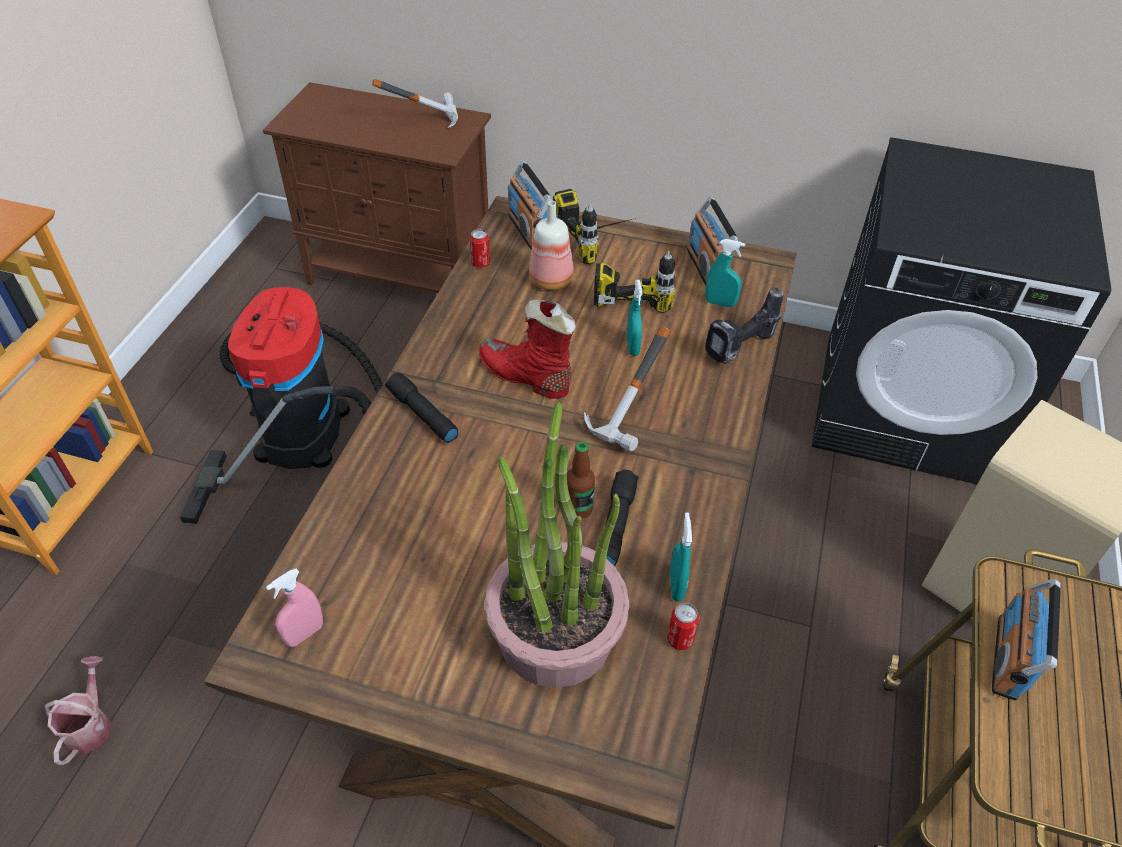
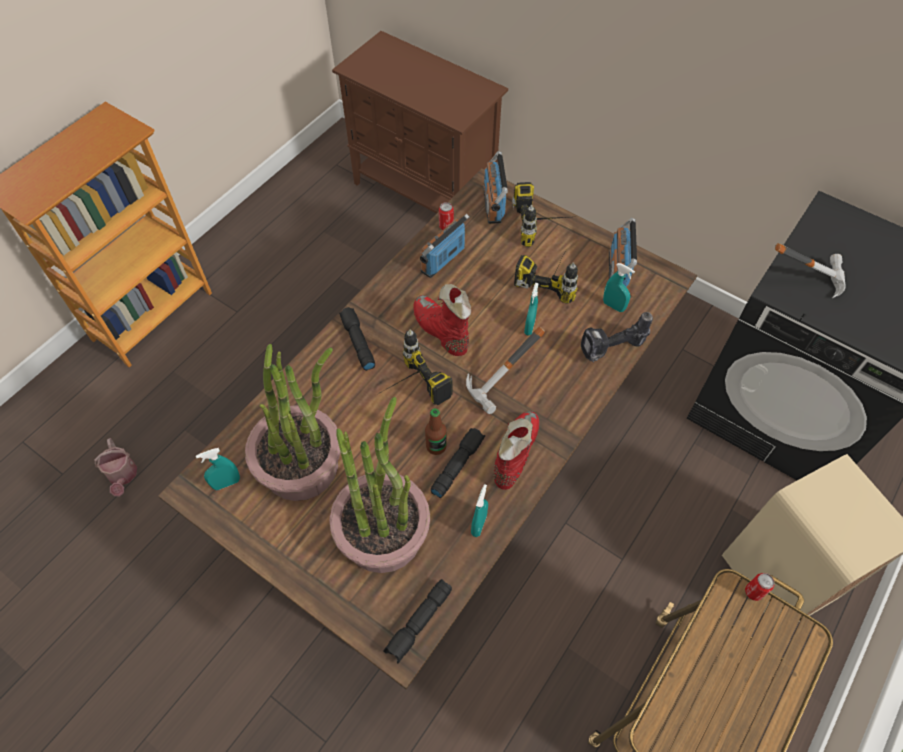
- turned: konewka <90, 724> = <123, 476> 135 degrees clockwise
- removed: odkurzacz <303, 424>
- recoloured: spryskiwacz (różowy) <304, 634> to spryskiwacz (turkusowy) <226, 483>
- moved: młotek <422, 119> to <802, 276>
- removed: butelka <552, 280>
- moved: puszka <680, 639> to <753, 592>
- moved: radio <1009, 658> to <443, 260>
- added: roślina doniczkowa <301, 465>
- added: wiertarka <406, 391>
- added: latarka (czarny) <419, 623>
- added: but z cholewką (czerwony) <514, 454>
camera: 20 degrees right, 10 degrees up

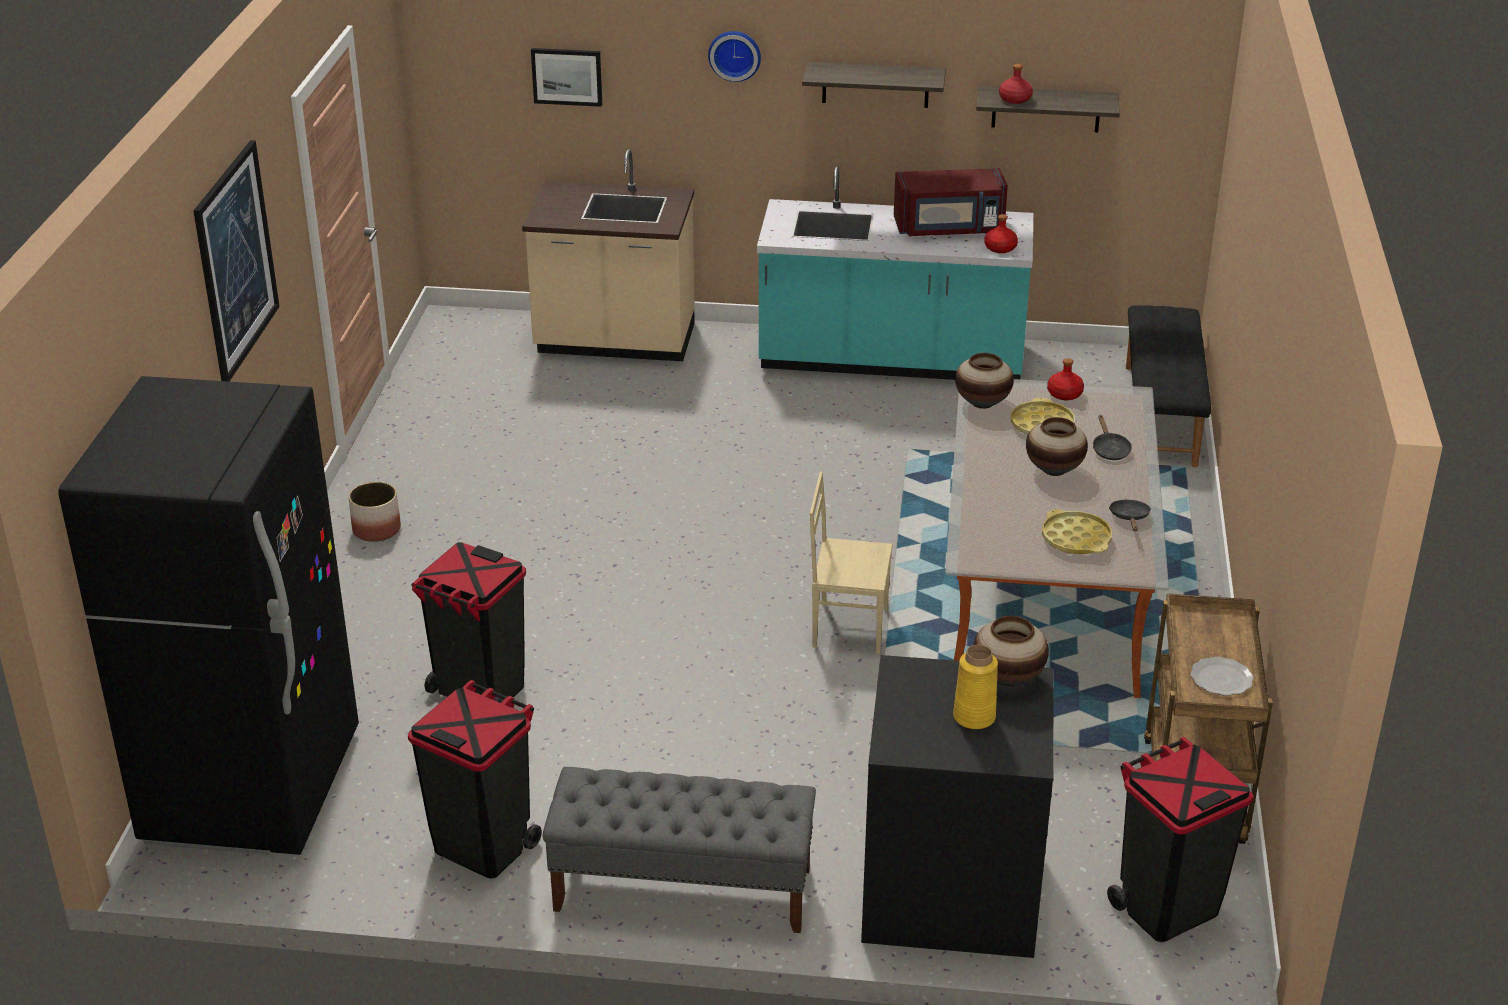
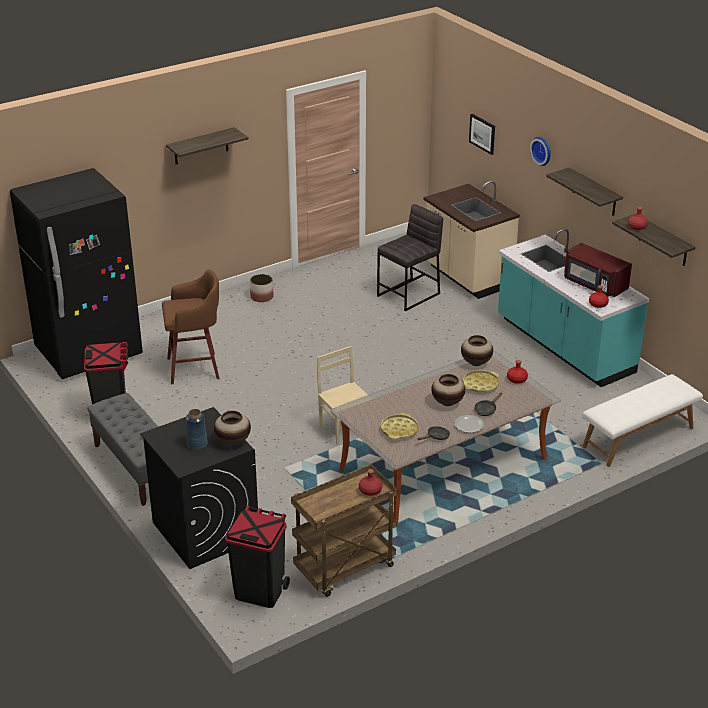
- replaced: obraz <236, 261> to półka <201, 146>
- replaced: kosz na śmieci (czarny) <479, 691> to stołek (brązowy) <195, 368>
- recoloured: wazon (żółty) <974, 717> to wazon (niebieski) <197, 444>
- recoloured: ławka (czarny) <1161, 415> to ławka (biały) <638, 437>
- moved: talerz <1220, 679> to <468, 425>
- added: butelka (czerwony) <370, 490>
- added: stołek (szary) <409, 295>
camera: 50 degrees right, 0 degrees up

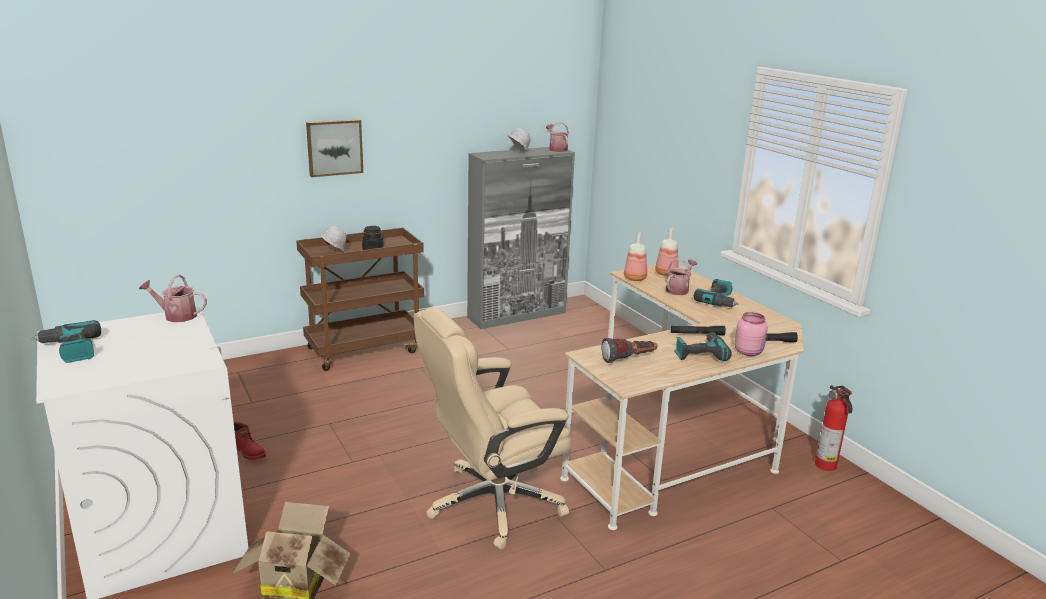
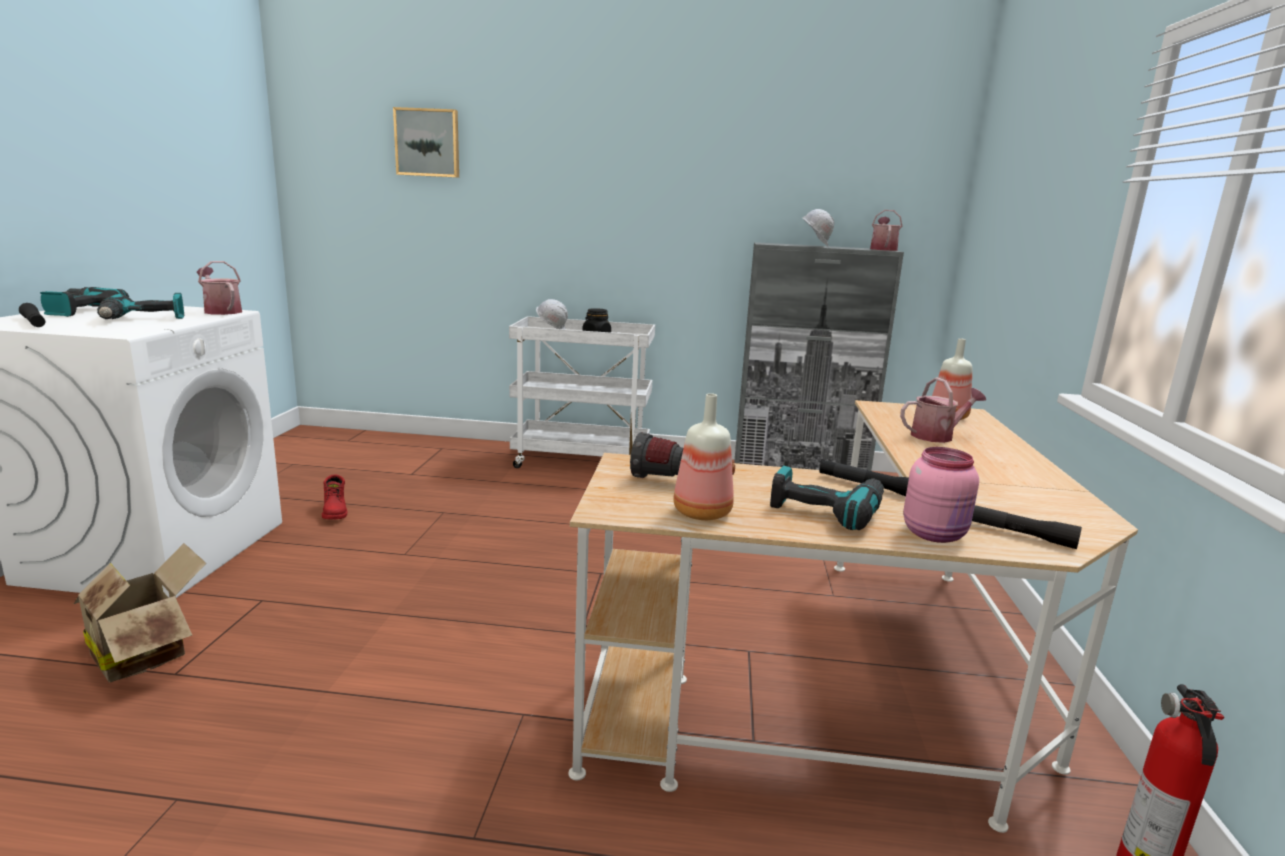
- recoloured: wózek (brązowy) <365, 349> to wózek (biały) <582, 461>
- moved: obraz <334, 147> to <428, 143>
- removed: krzesło biurowe (beżowy) <492, 503>
- moved: butelka <635, 278> to <703, 513>
- moved: wiertarka <719, 301> to <143, 319>
- added: latarka (czarny) <34, 323>
camera: 35 degrees right, 5 degrees down

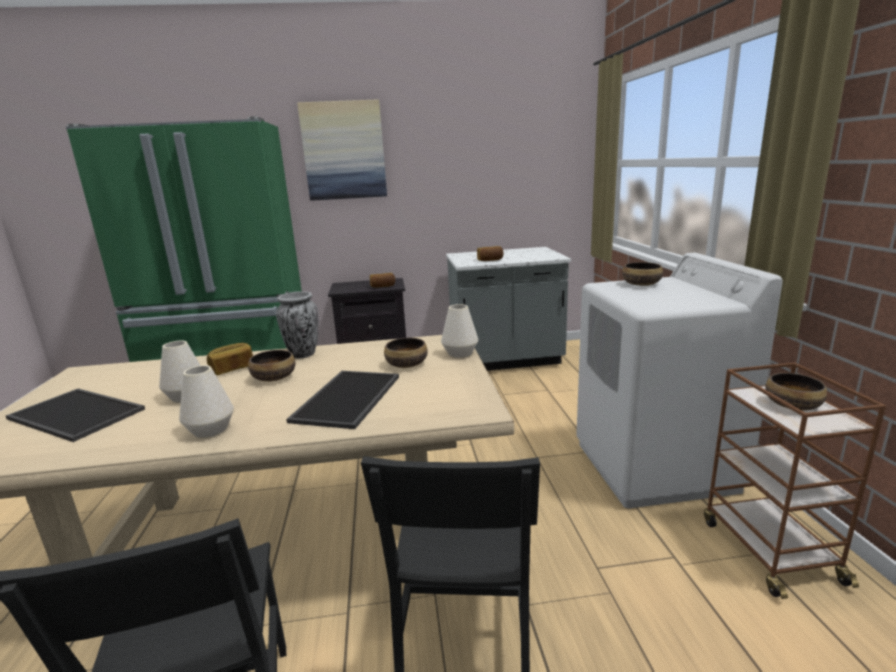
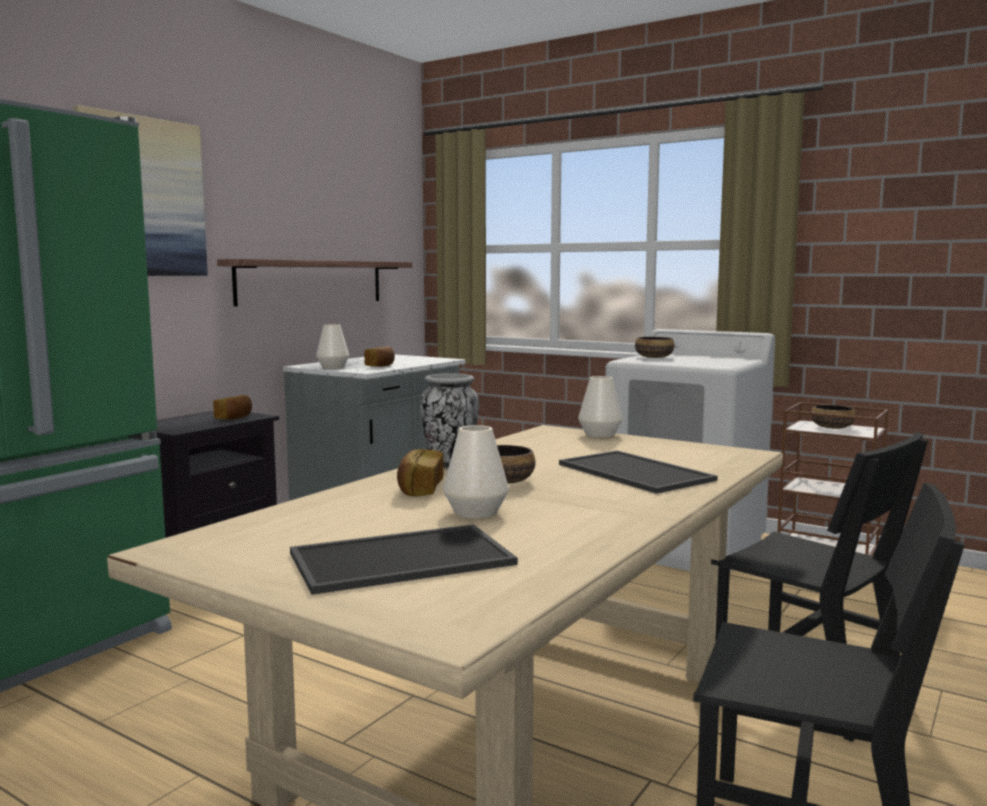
- moved: wazon (biały) <211, 430> to <333, 367>
- removed: miska <407, 364>
- added: półka <312, 282>
camera: 50 degrees left, 10 degrees down

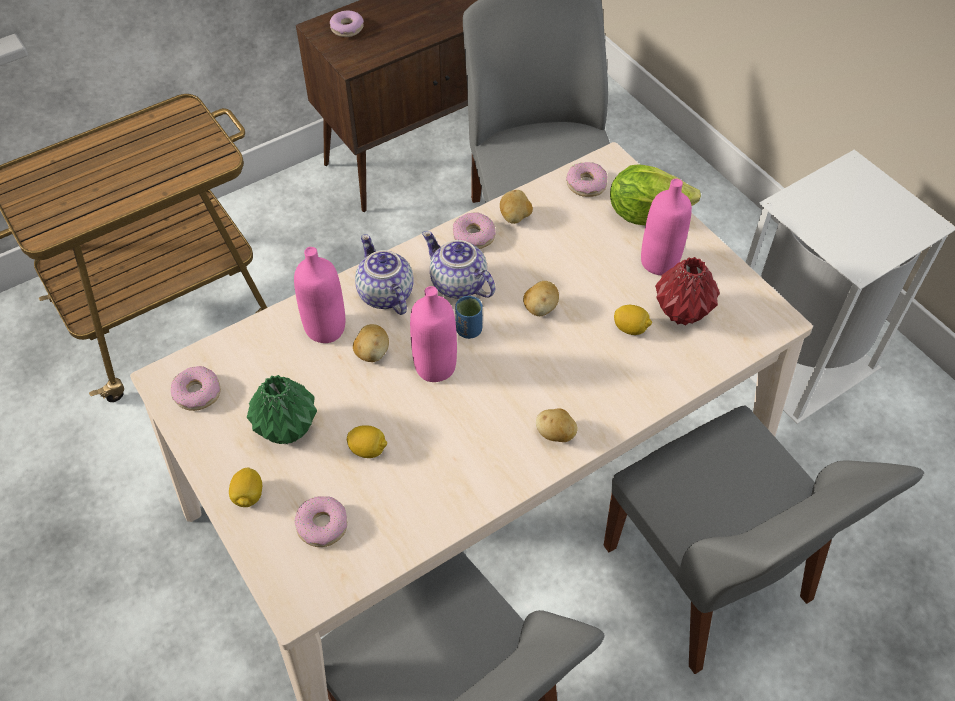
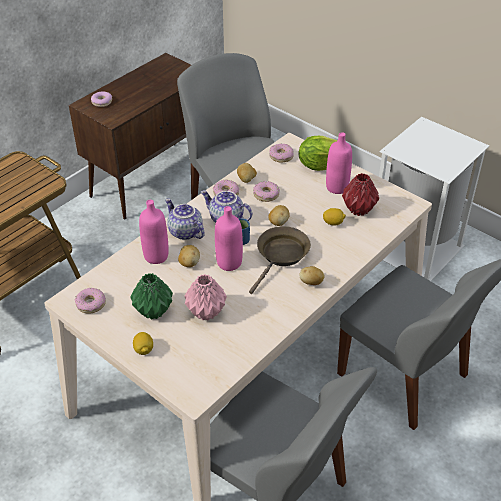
- moved: donut <322, 525> to <266, 195>
- replaced: cytryna <368, 449> to wazon (różowy) <206, 312>
- added: patelnia (brązowy) <281, 256>
camera: 15 degrees left, 10 degrees down

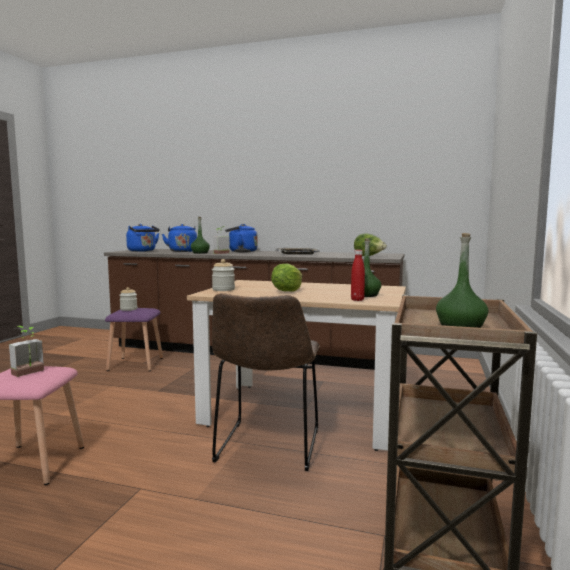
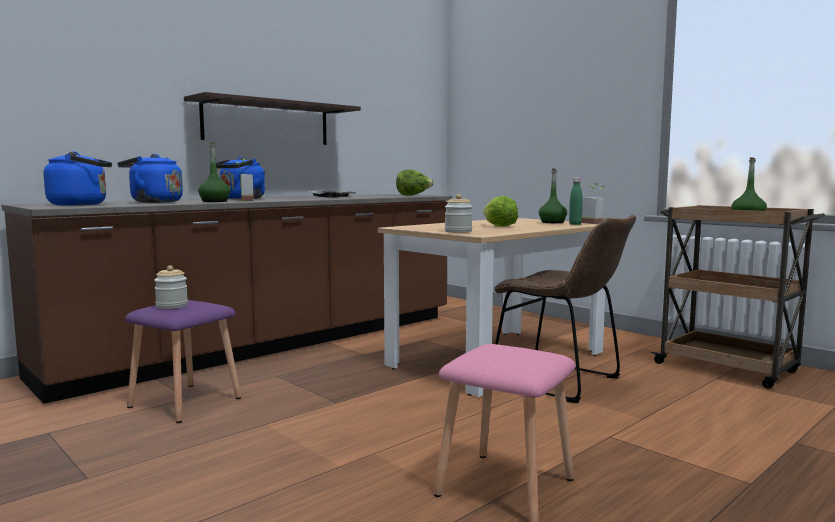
- moved: roślina doniczkowa <30, 373> to <595, 223>
- recoloured: butelka (czerwony) <357, 300> to butelka (zielony) <575, 224>
- added: półka <267, 123>
camera: 60 degrees left, 0 degrees up

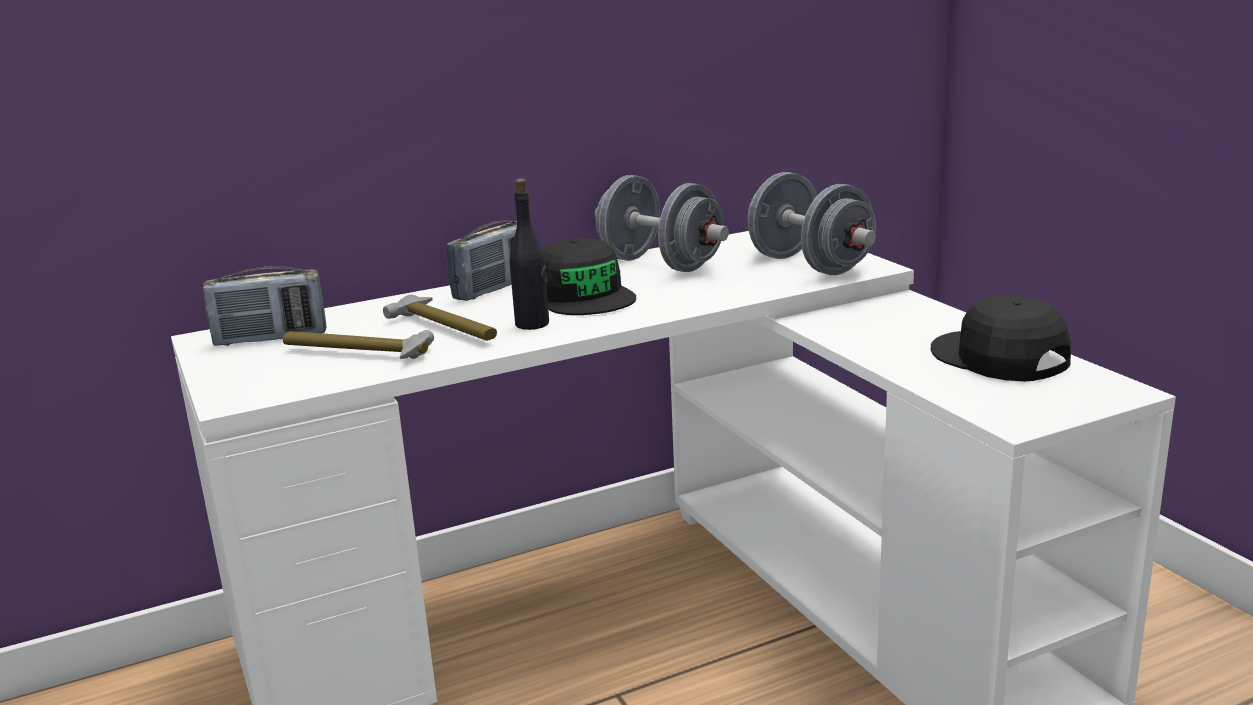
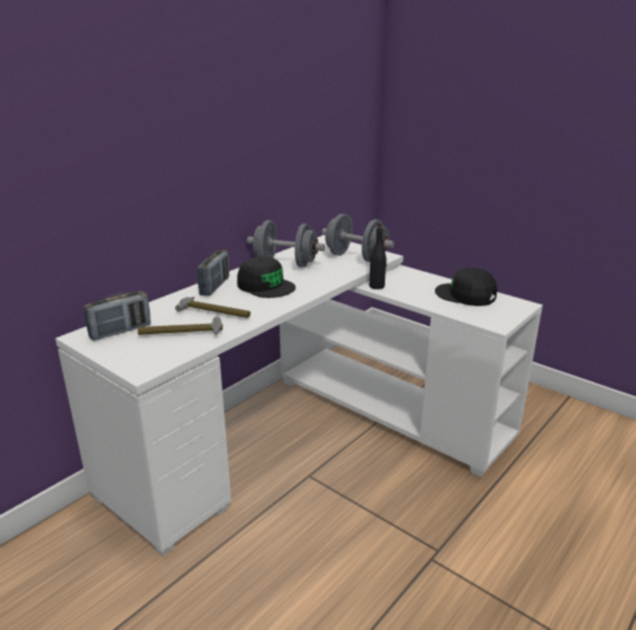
- moved: butelka (czarny) <532, 324> to <377, 286>
camera: 25 degrees left, 5 degrees up

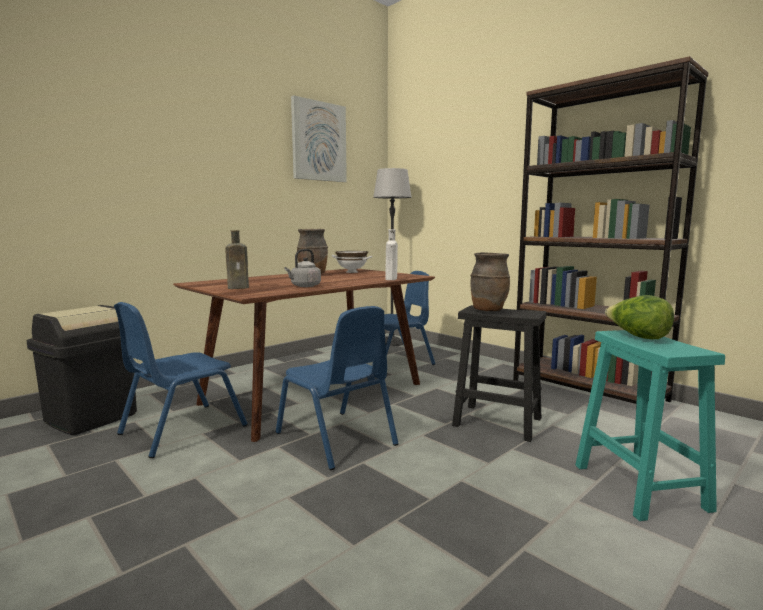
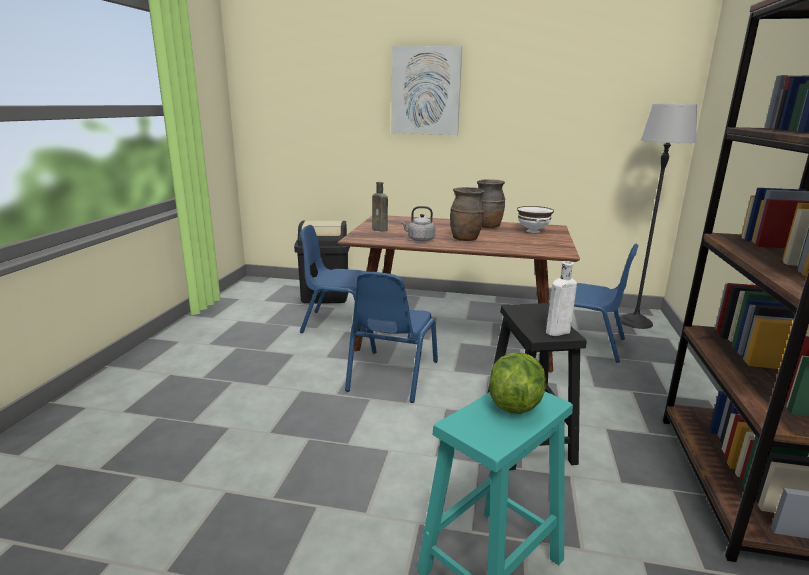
- moved: obraz <318, 141> to <425, 91>
- moved: butelka (biały) <391, 279> to <556, 332>
- moved: wazon (brązowy) <488, 310> to <465, 239>
camera: 55 degrees right, 10 degrees up

